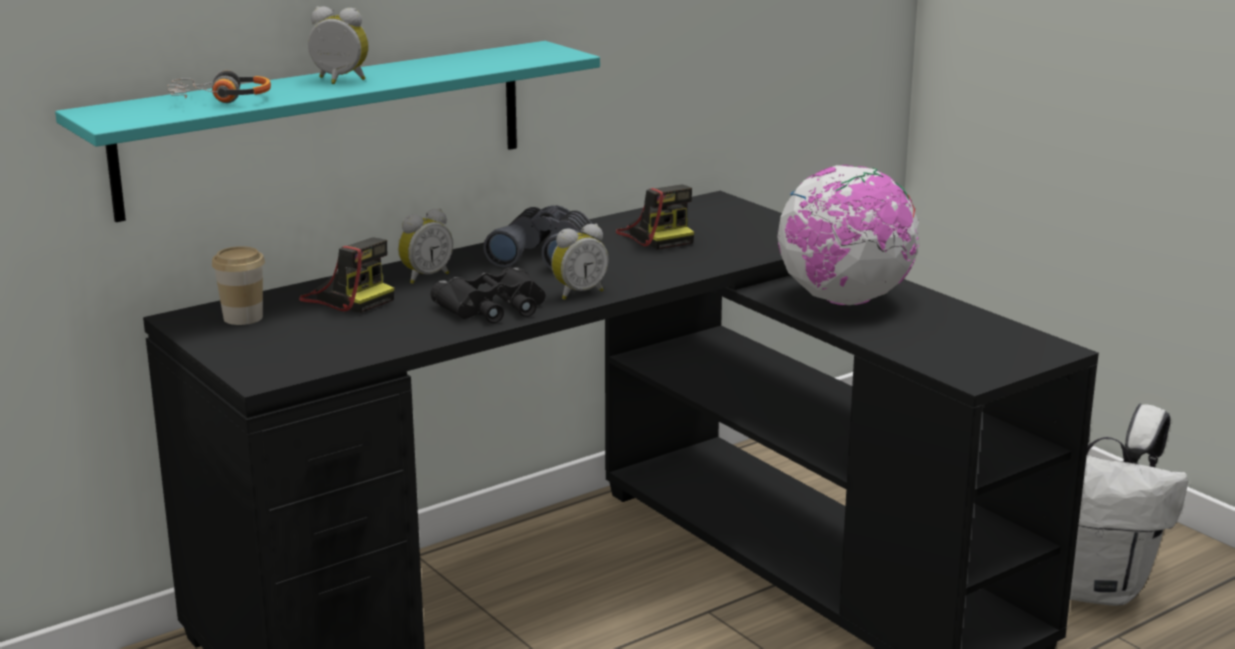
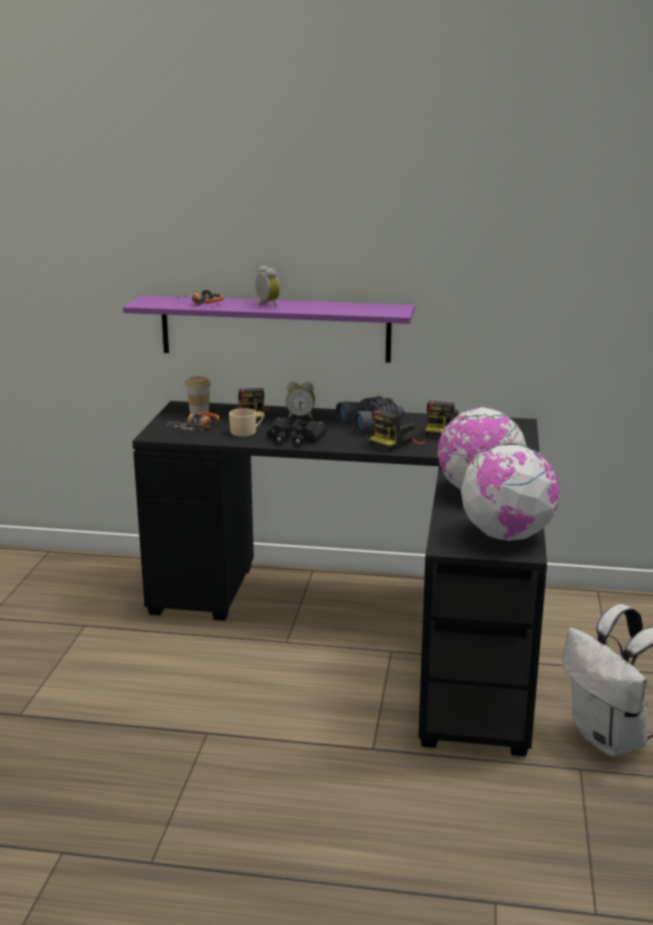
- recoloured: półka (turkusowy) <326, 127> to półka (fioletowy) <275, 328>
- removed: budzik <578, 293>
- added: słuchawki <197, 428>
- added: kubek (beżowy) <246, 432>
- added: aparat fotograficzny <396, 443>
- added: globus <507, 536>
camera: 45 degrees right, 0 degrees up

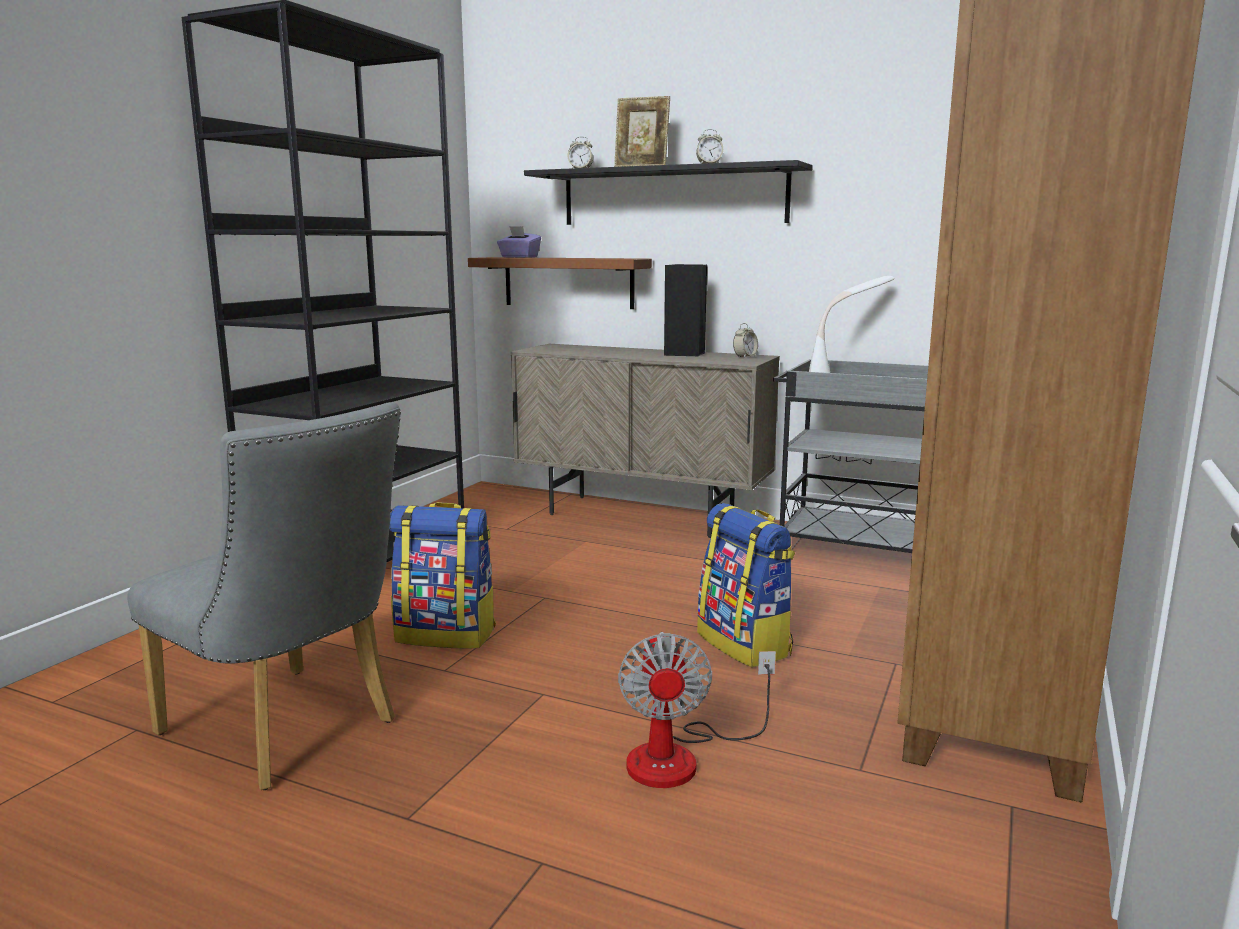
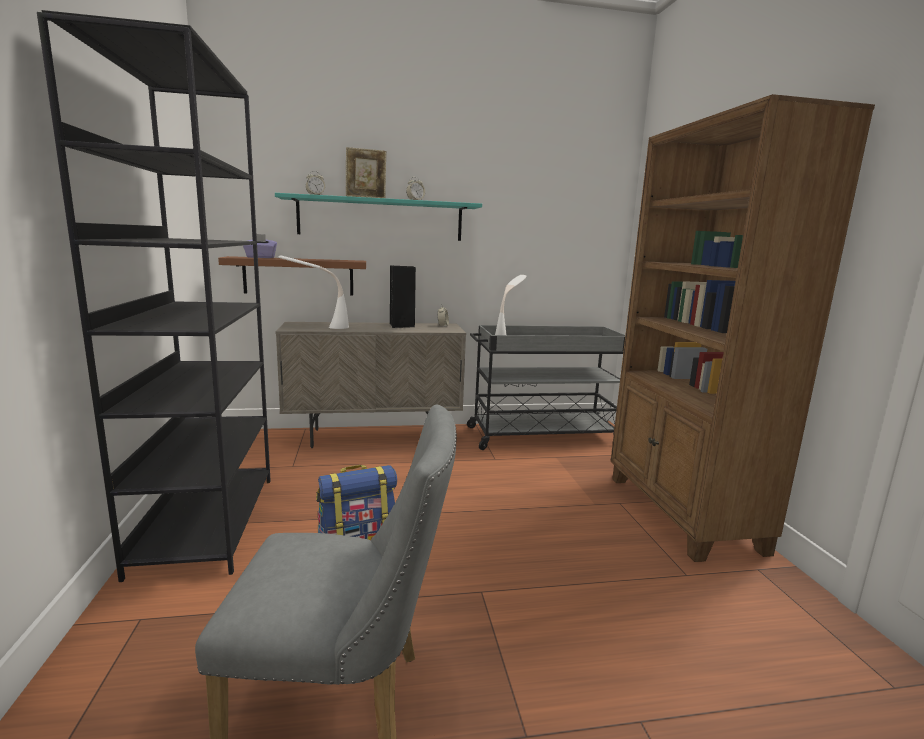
- recoloured: półka (czarny) <672, 196> to półka (turkusowy) <381, 219>
- removed: wentylator <681, 757>
- removed: plecak <745, 644>
- added: lampa stołowa (biały) <315, 327>
camera: 35 degrees left, 0 degrees up

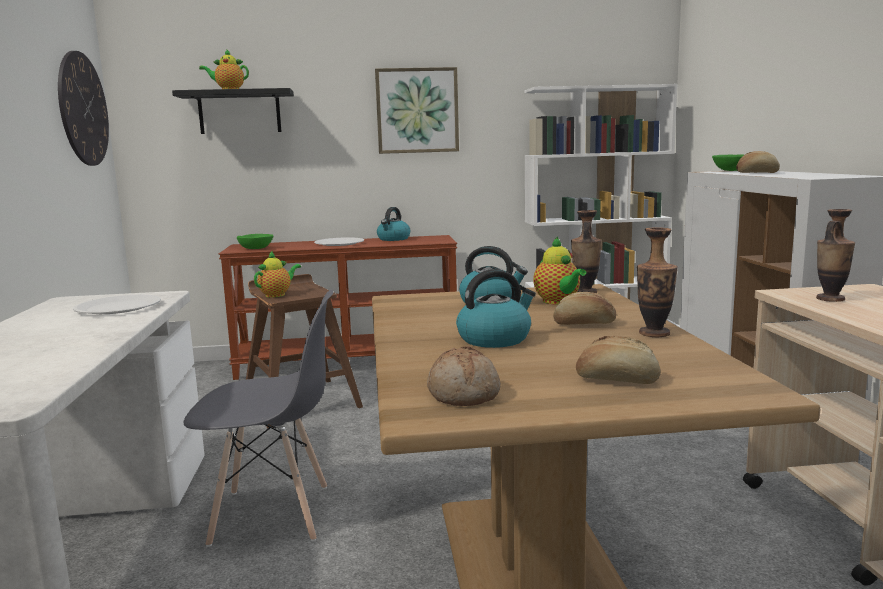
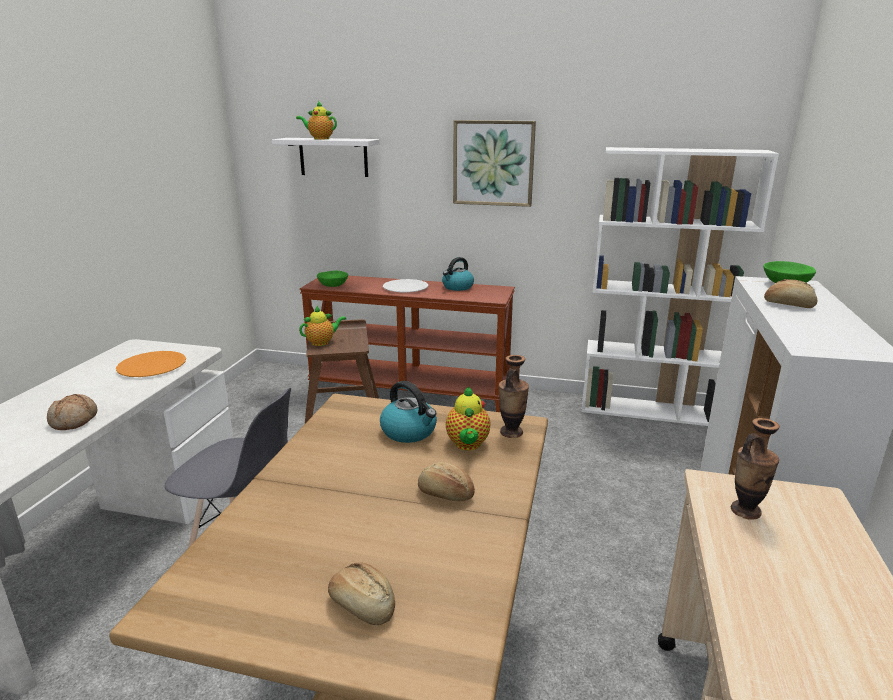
- removed: zegar ścienny <83, 109>
- recoloured: talerz (biały) <118, 307> to talerz (pomarańczowy) <152, 366>
- recoloured: półka (czarny) <239, 112> to półka (biały) <333, 157>
- moved: chleb <464, 393> to <75, 420>
- removed: czajnik <495, 339>
- removed: wazon <654, 333>
camera: 20 degrees right, 10 degrees up

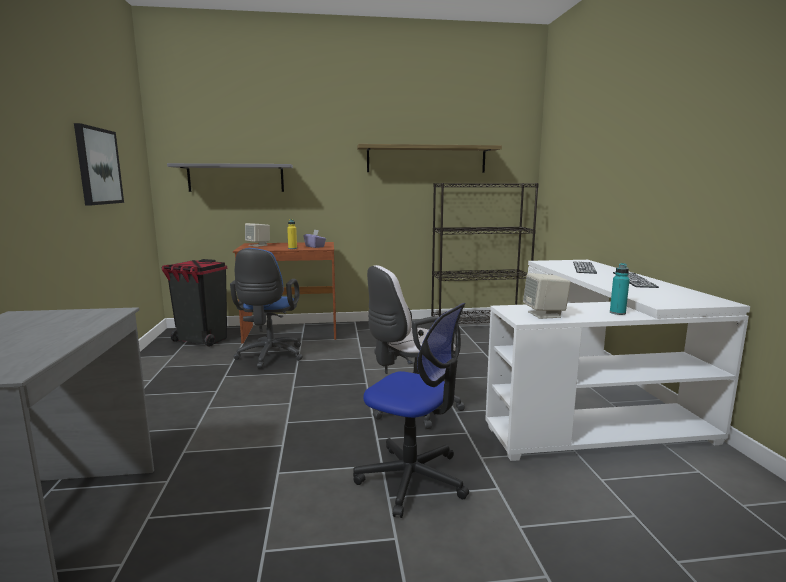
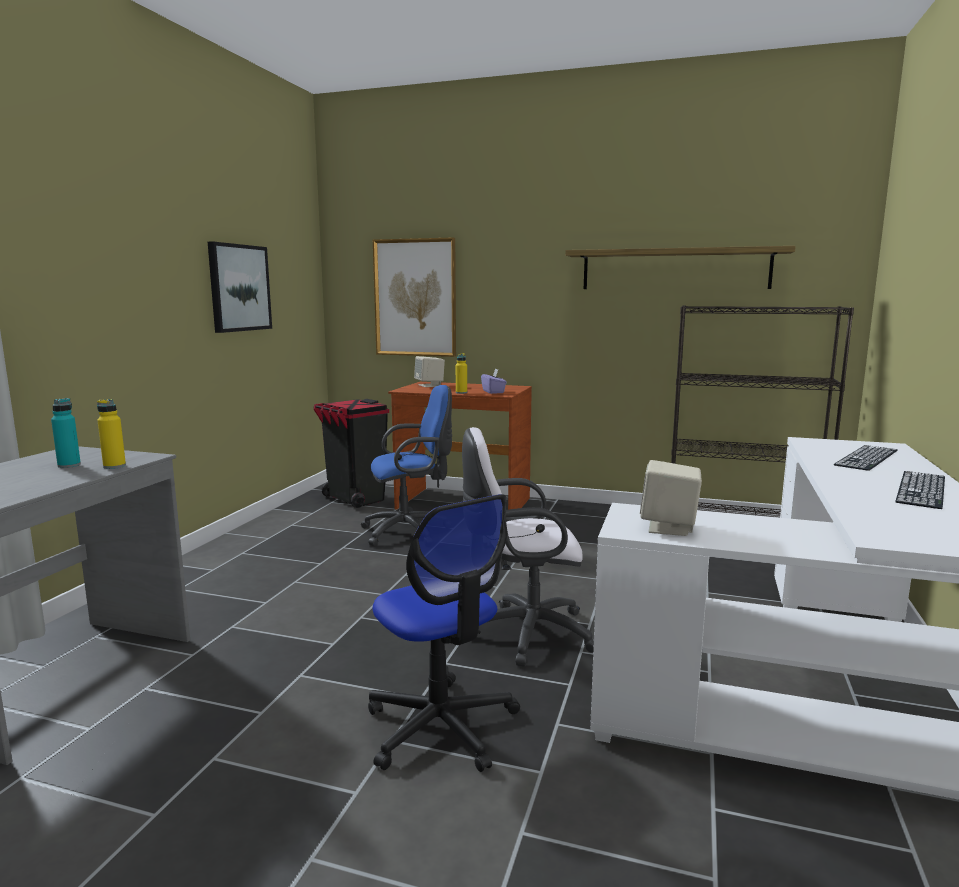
- replaced: półka (szary) <236, 178> to obraz <415, 298>
- turned: krzesło biurowe (niebieski) <269, 357> = <410, 532> 135 degrees counterclockwise
- moved: butelka (turkusowy) <617, 313> to <69, 465>
- added: butelka (żółty) <114, 466>
camera: 25 degrees right, 0 degrees up

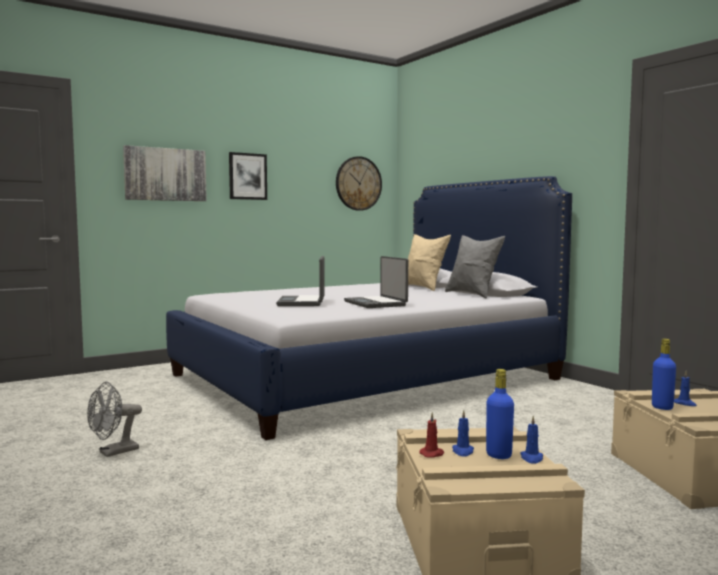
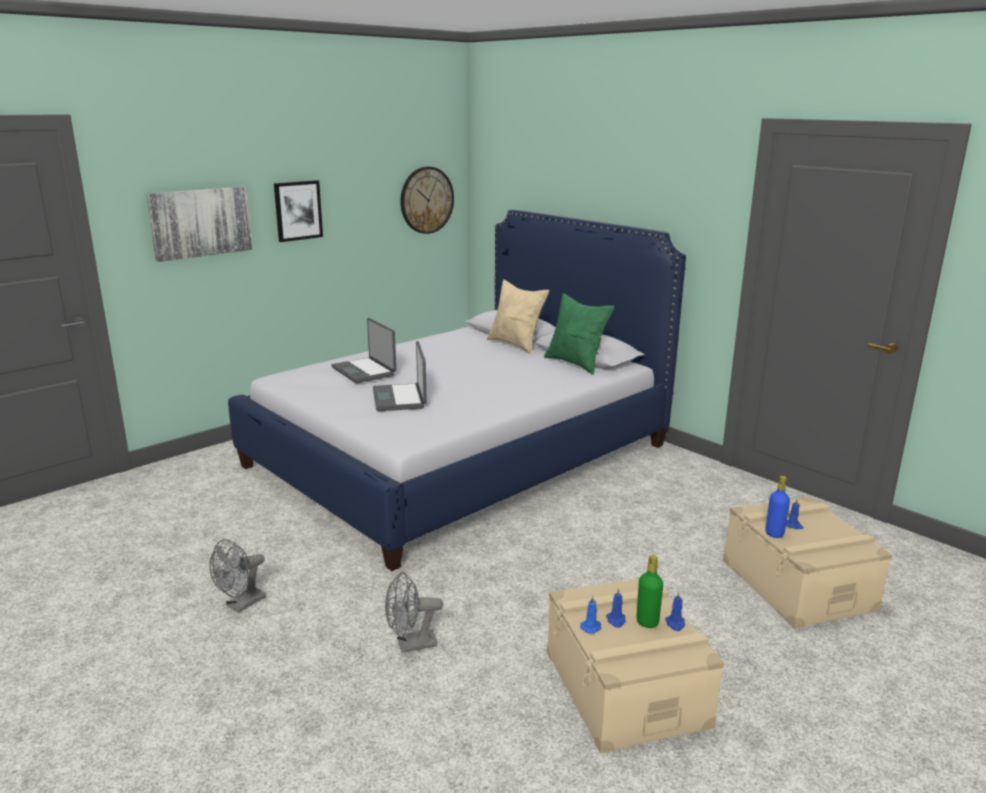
- moved: laptop <376, 303> to <365, 371>
- recoloured: świeca (czerwony) <432, 454> to świeca (niebieski) <591, 627>
- recoloured: poduszka (szary) <473, 294> to poduszka (zielony) <576, 364>
- recoloured: butelka (niebieski) <498, 455> to butelka (zielony) <647, 622>
- added: wentylator (szary) <411, 645>
camera: 10 degrees left, 15 degrees up

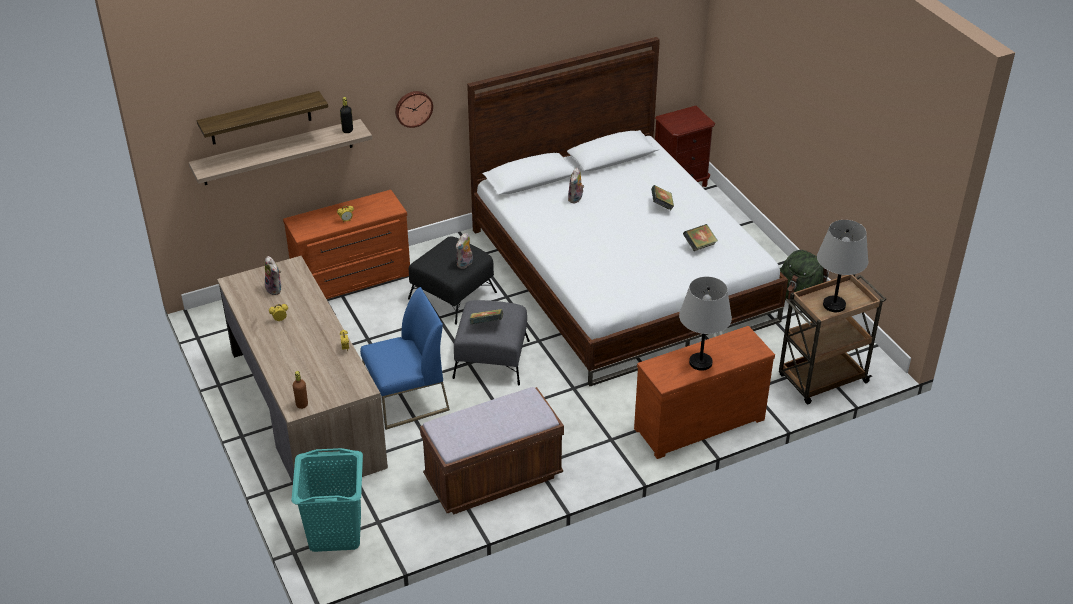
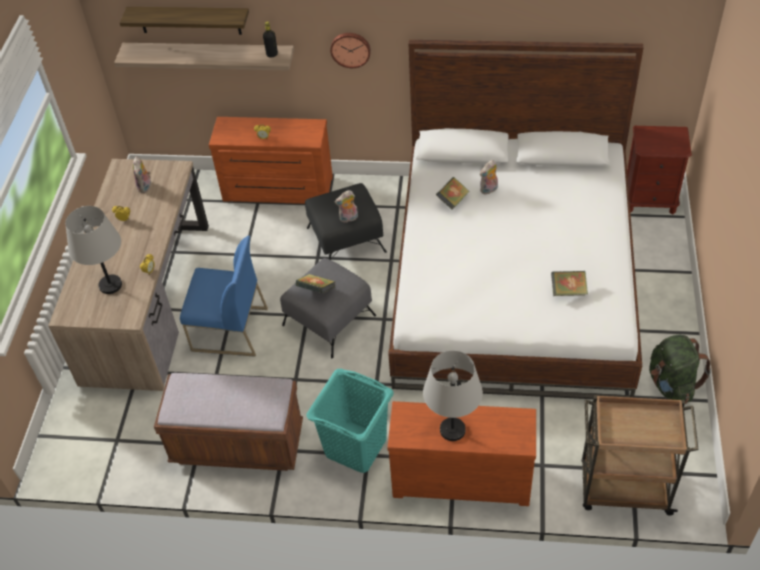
- moved: kosz na pranie (turkusowy) <335, 533> to <355, 447>
- removed: butelka (brązowy) <302, 404>
- moved: książka <662, 205> to <452, 200>
- moved: lampa stołowa (szary) <834, 305> to <110, 285>
camera: 35 degrees right, 10 degrees up

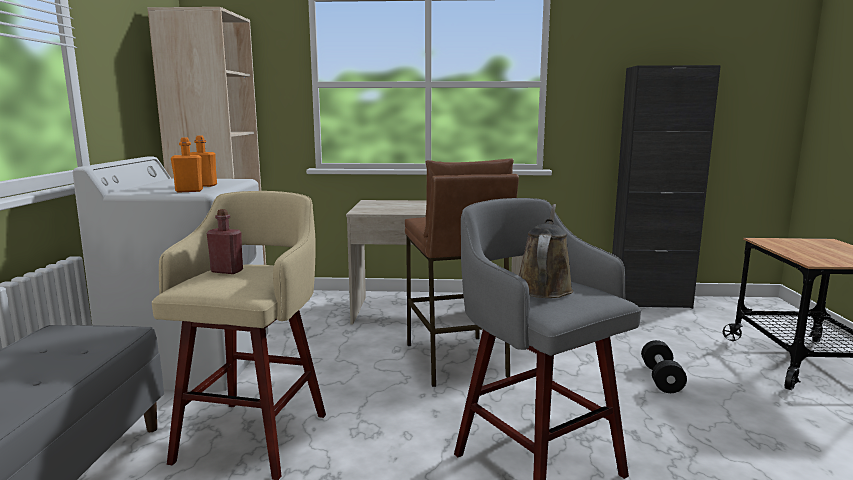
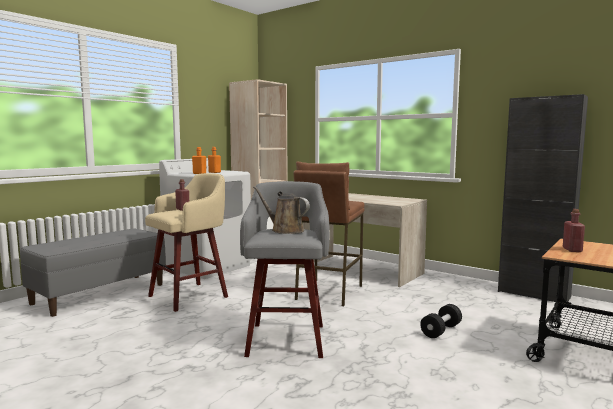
- turned: konewka (brązowy) <544, 287> = <285, 230> 105 degrees counterclockwise
- added: butelka (czerwony) <572, 250>
camera: 35 degrees right, 5 degrees down

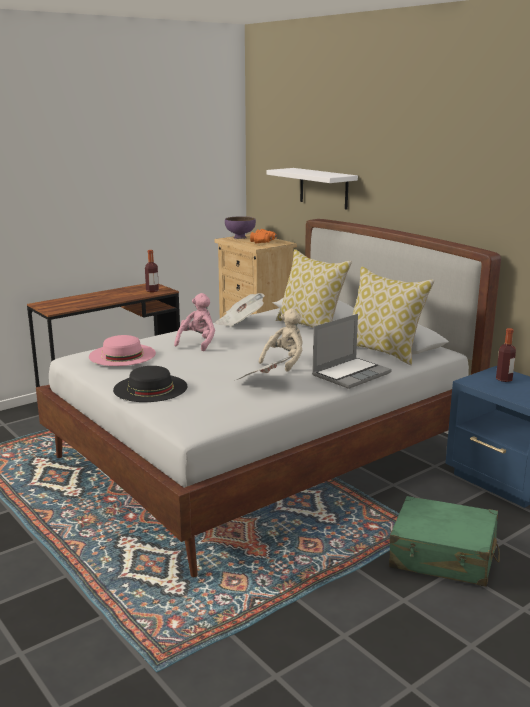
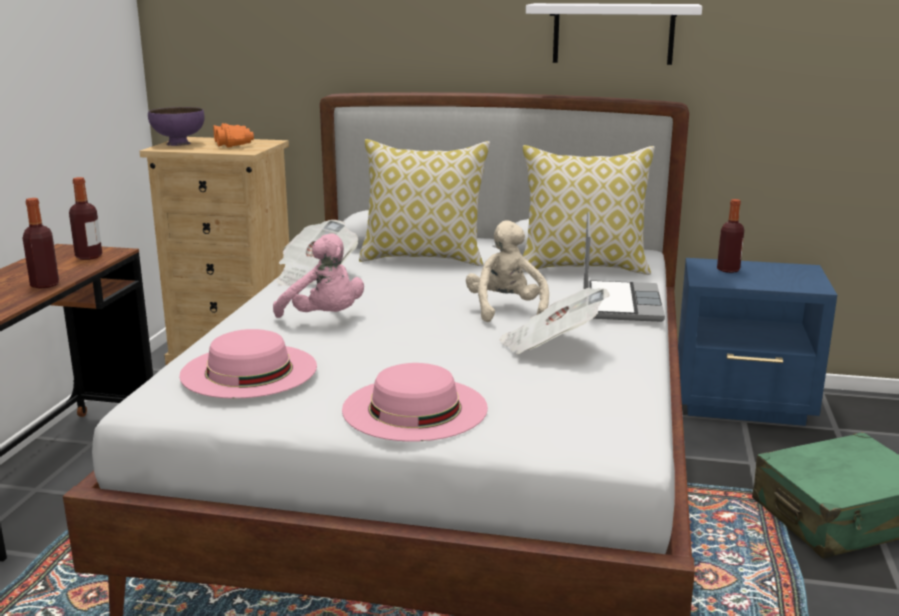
- recoloured: kapelusz (czarny) <150, 388> to kapelusz (różowy) <415, 408>
- turned: pluszak (różowy) <198, 343> = <325, 318> 150 degrees clockwise
- moved: półka (biały) <323, 188> to <613, 33>
- added: butelka <45, 285>
camera: 40 degrees left, 0 degrees up

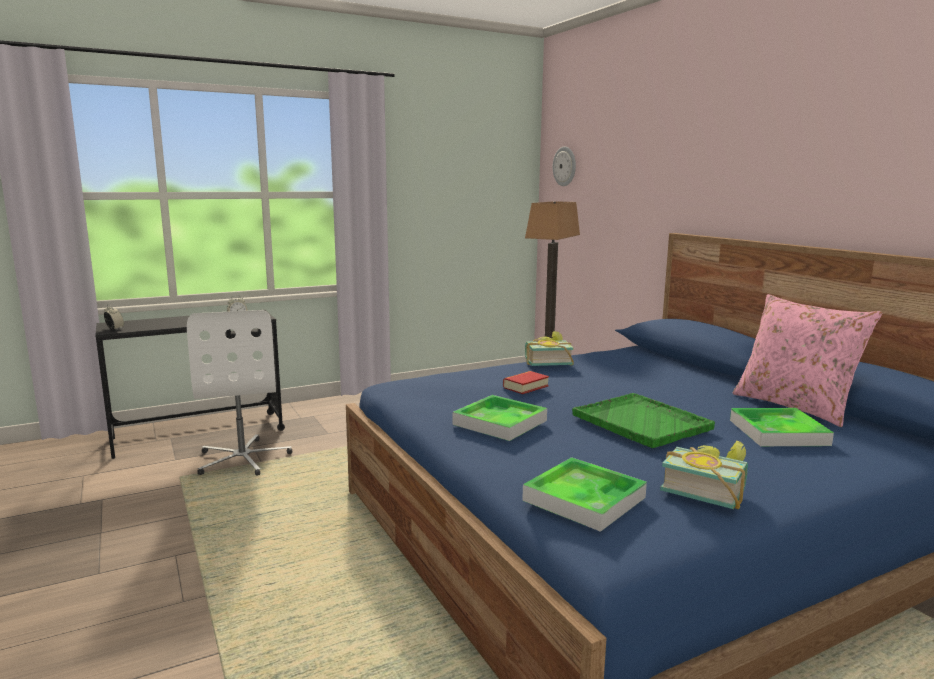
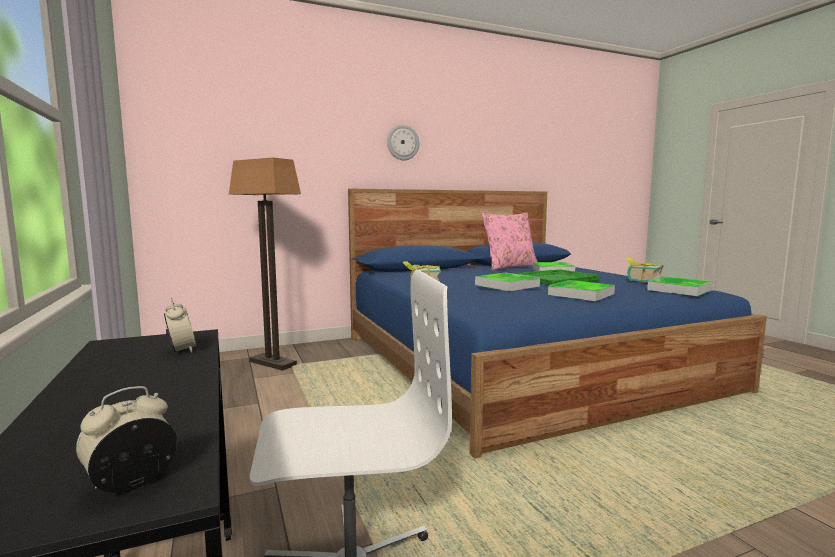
- replaced: książka <525, 387> to taca <507, 285>
- moved: zegar ścienny <565, 166> to <403, 142>
camera: 85 degrees left, 5 degrees down

